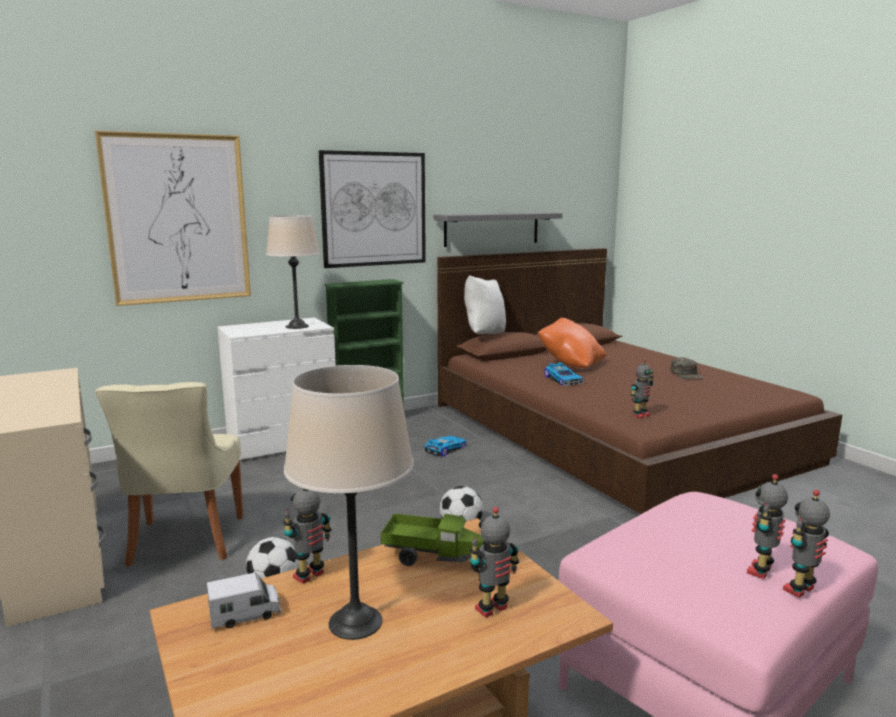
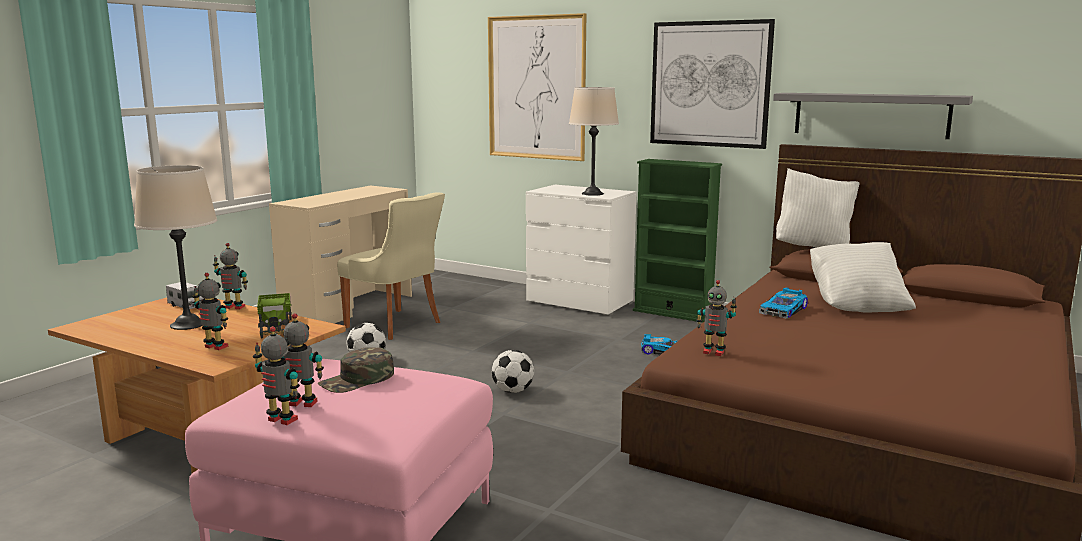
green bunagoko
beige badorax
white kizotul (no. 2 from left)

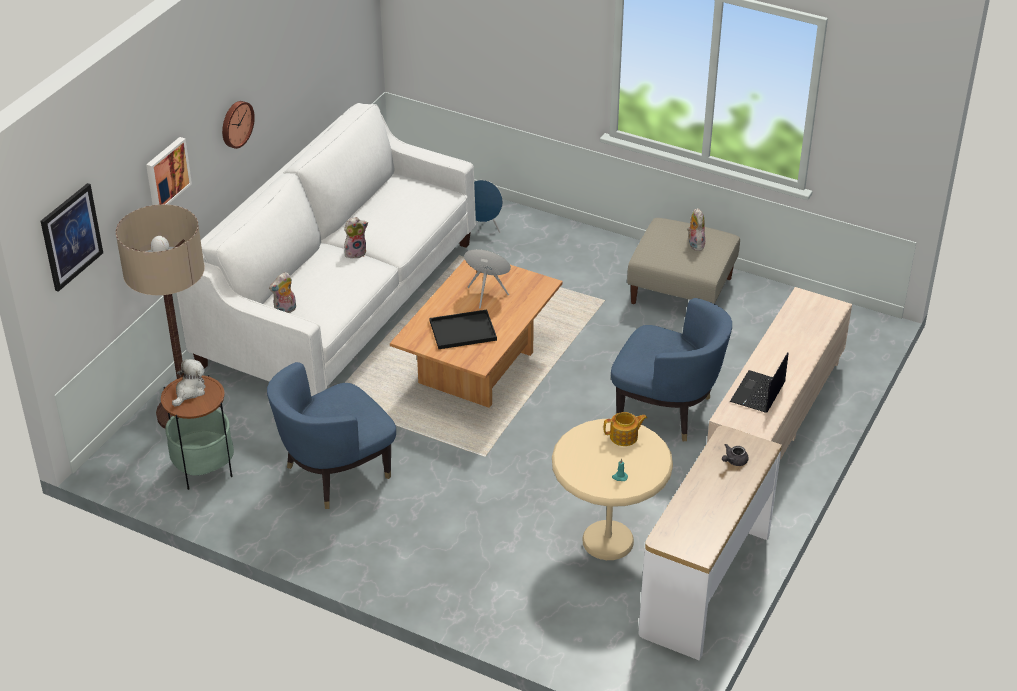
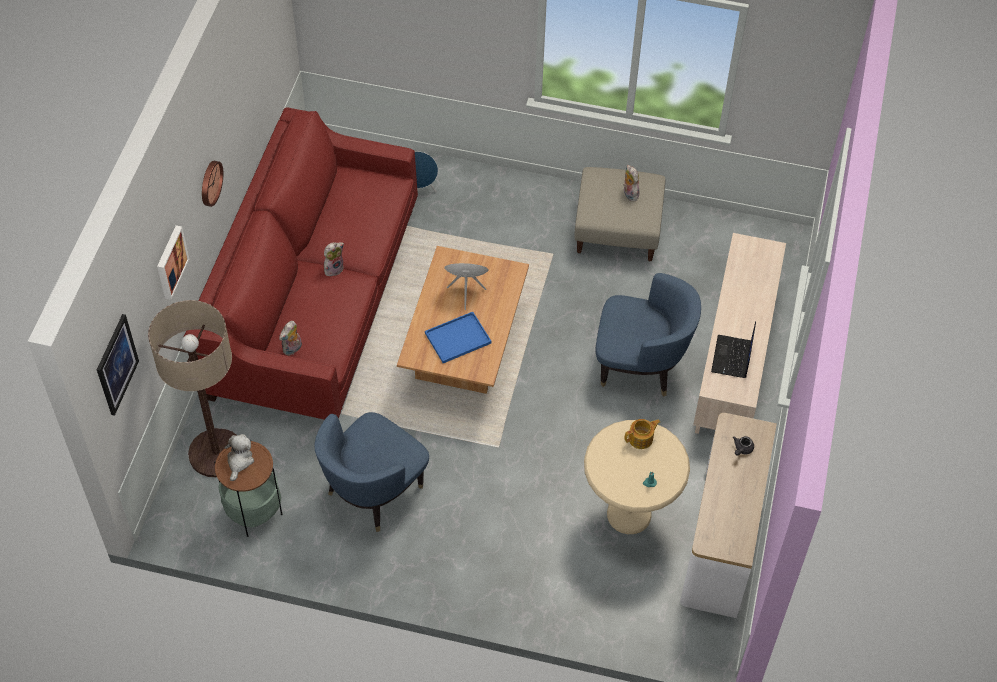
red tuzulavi
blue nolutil

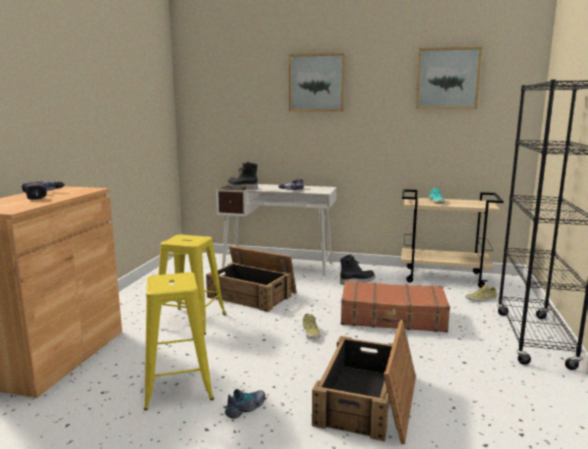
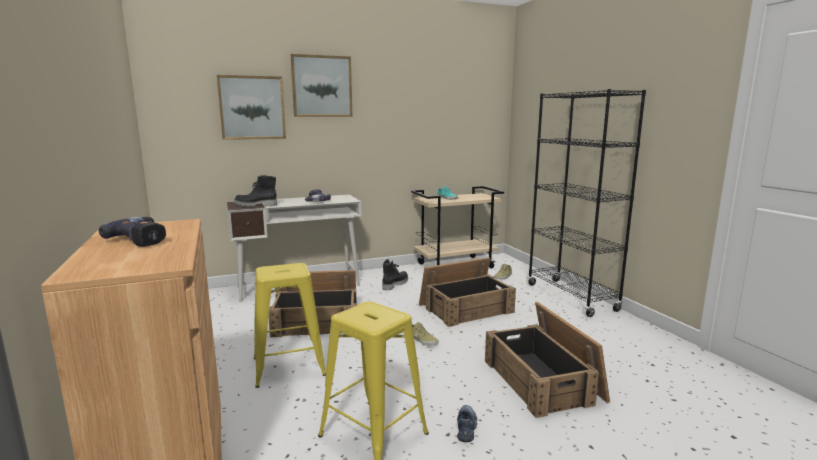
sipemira (no. 1 from left)
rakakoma (no. 2 from left)

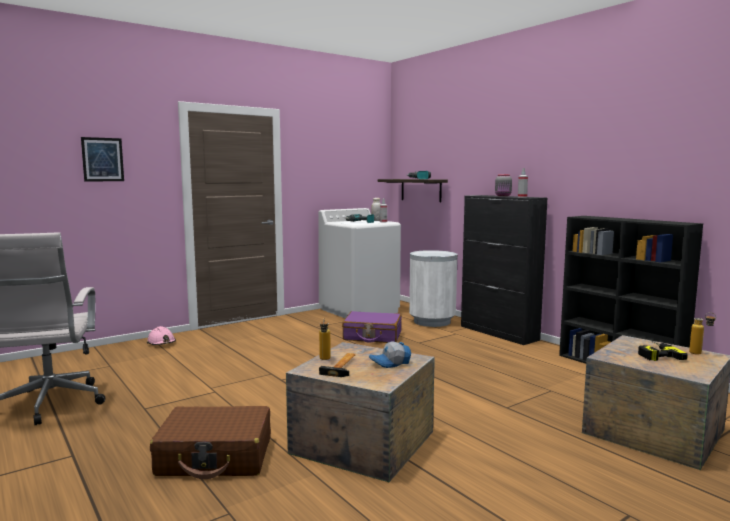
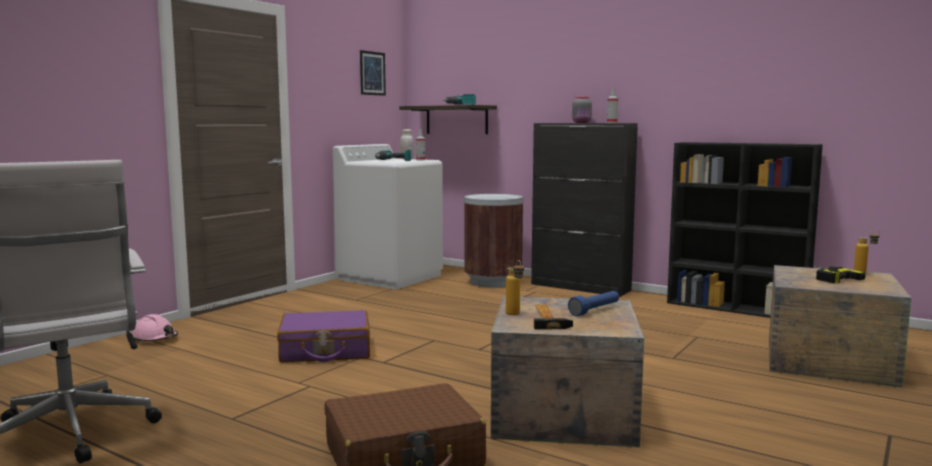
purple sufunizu
sipemira
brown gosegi
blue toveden

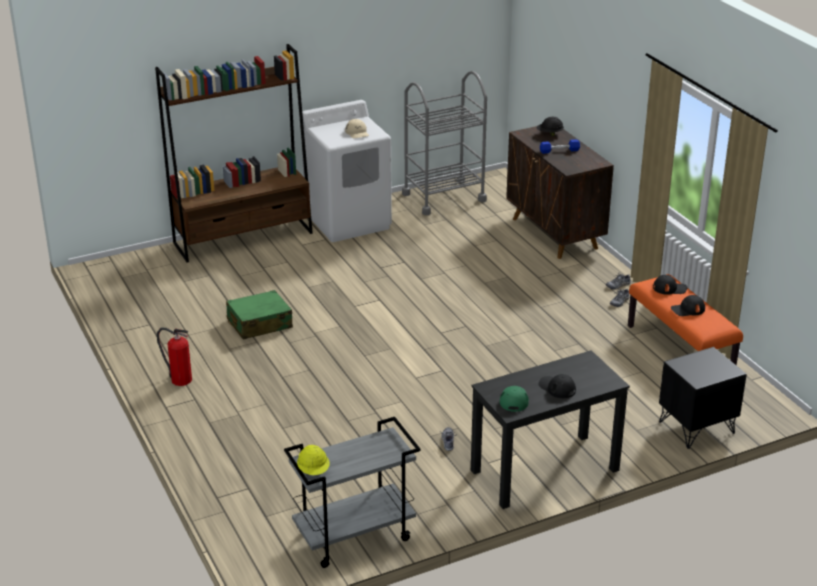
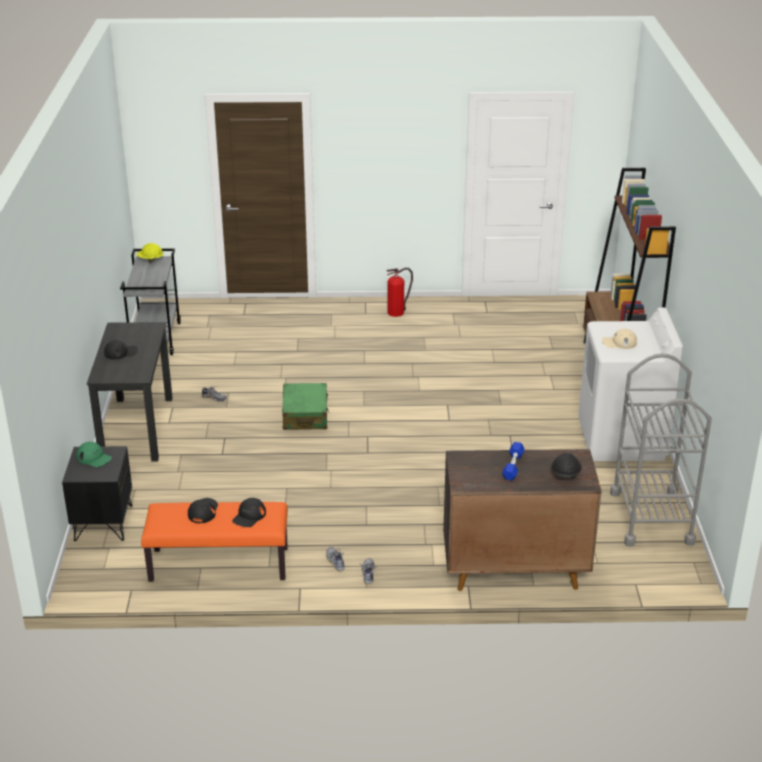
green bunagoko
green sufunizu

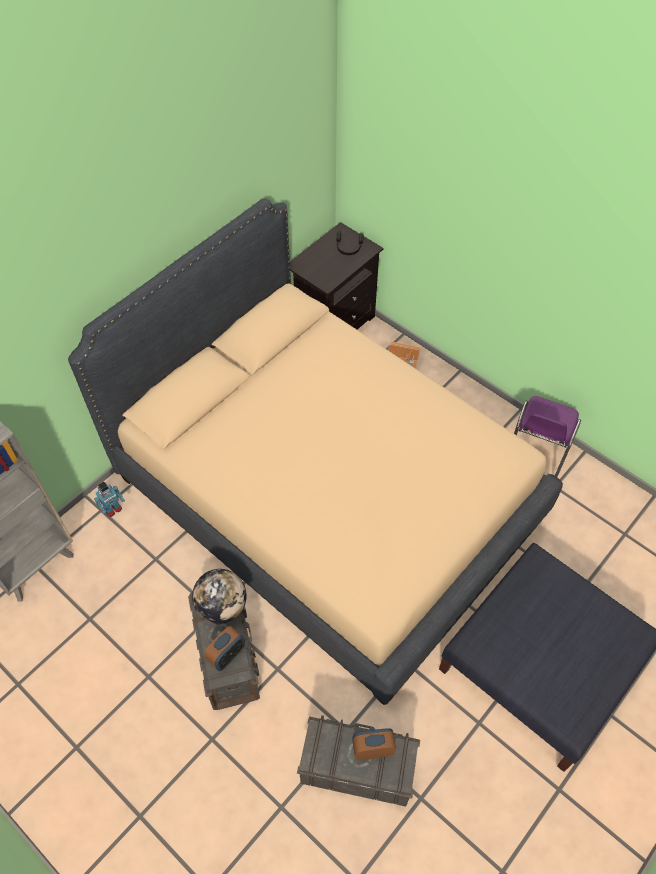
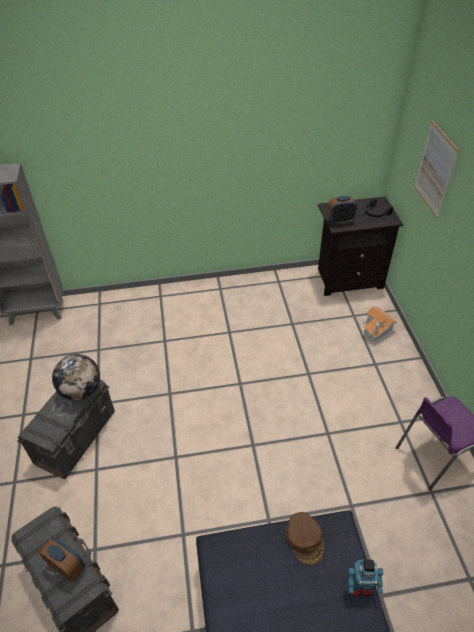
brown bunagoko
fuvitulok (no. 2 from left)
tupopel
sipemira
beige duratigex

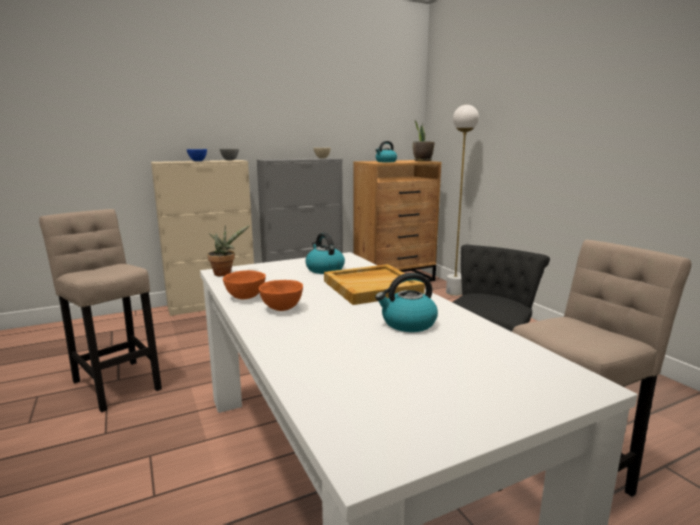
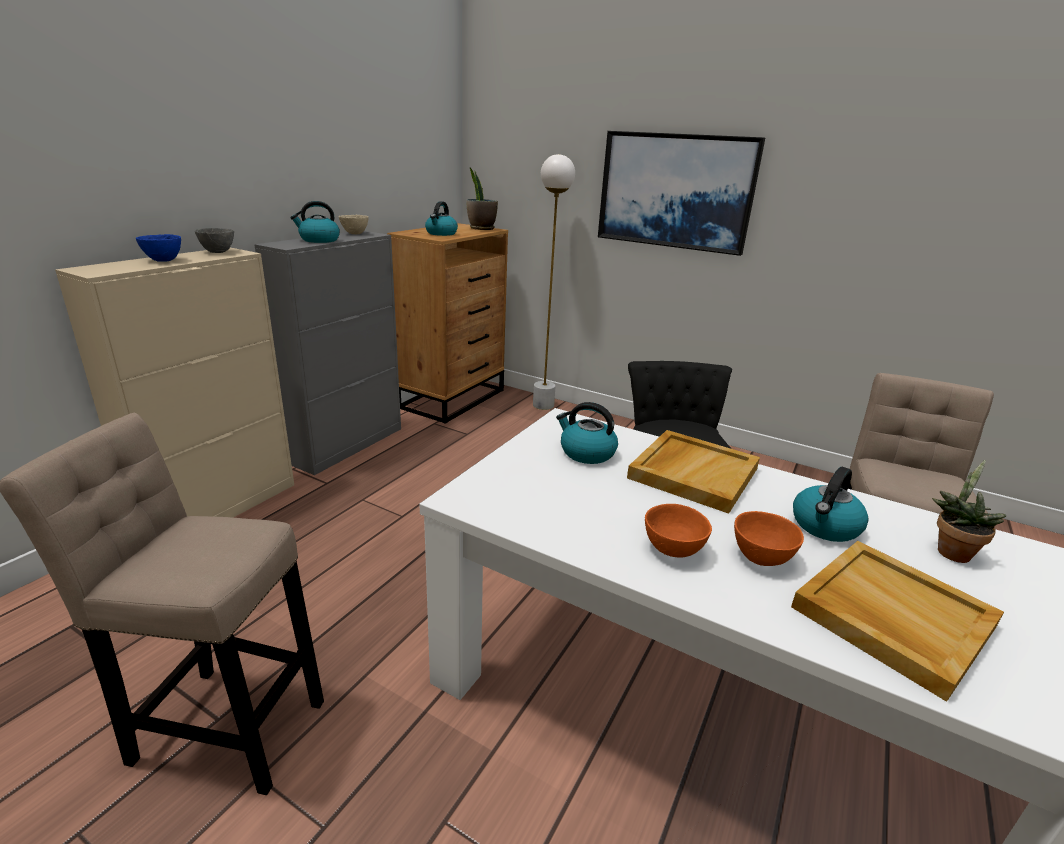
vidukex (no. 1 from left)
sipemira
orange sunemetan (no. 2 from left)
beige nolutil (no. 2 from left)
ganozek (no. 2 from left)

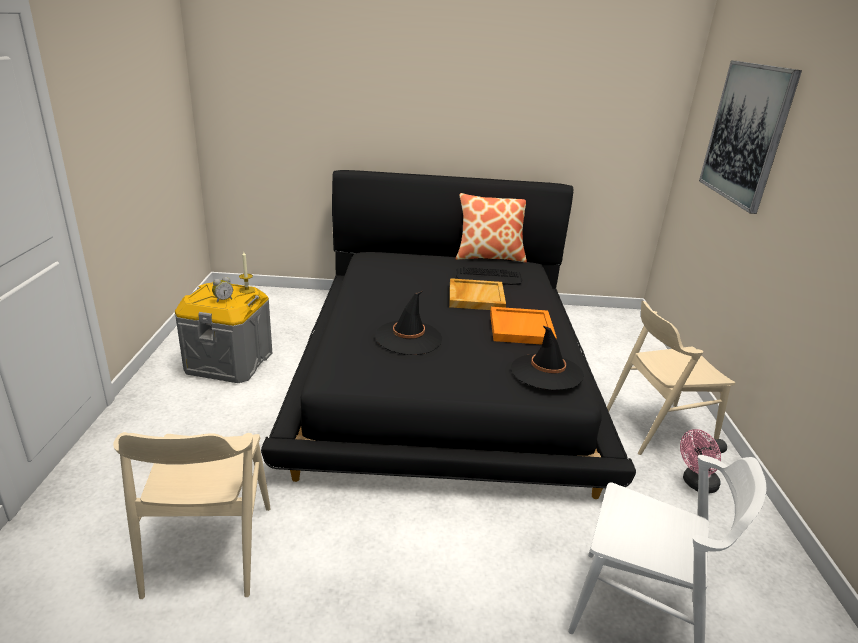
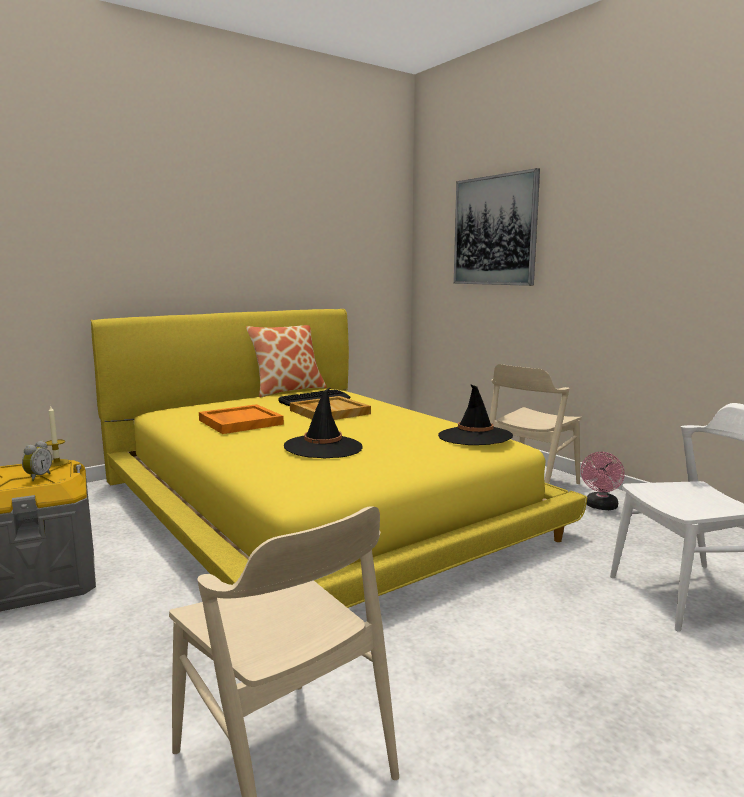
yellow duratigex
orange nolutil

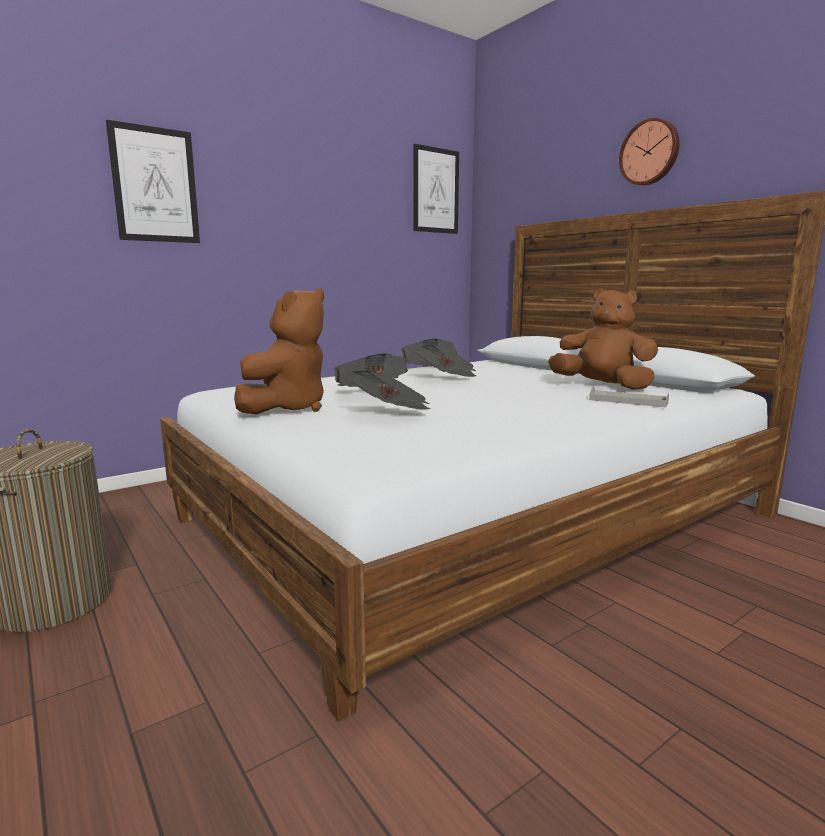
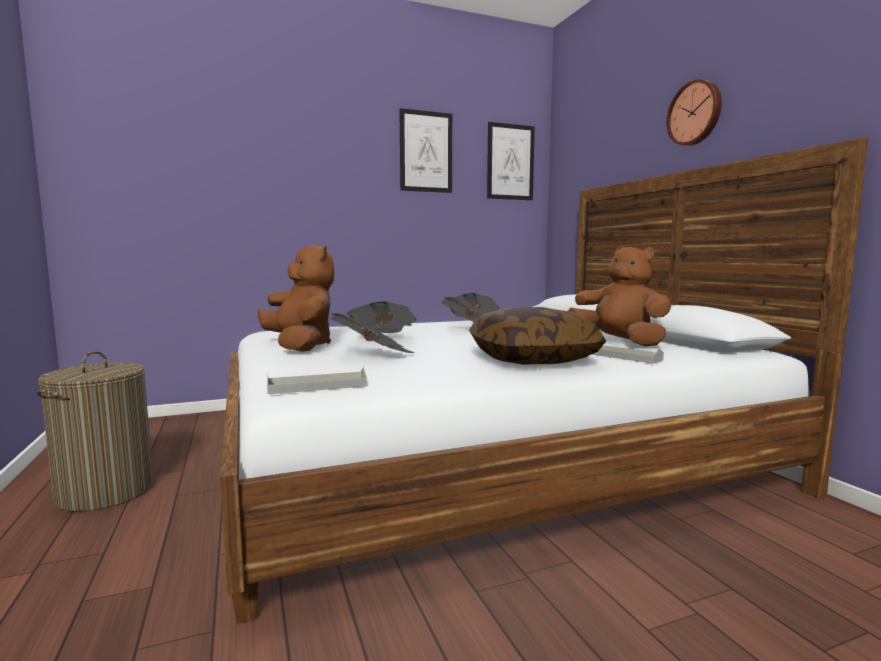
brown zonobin (no. 1 from left)
grey nolutil (no. 1 from left)
sipemira (no. 1 from left)
kizotul

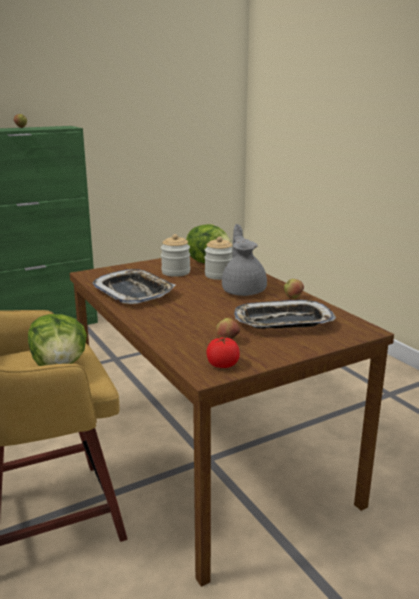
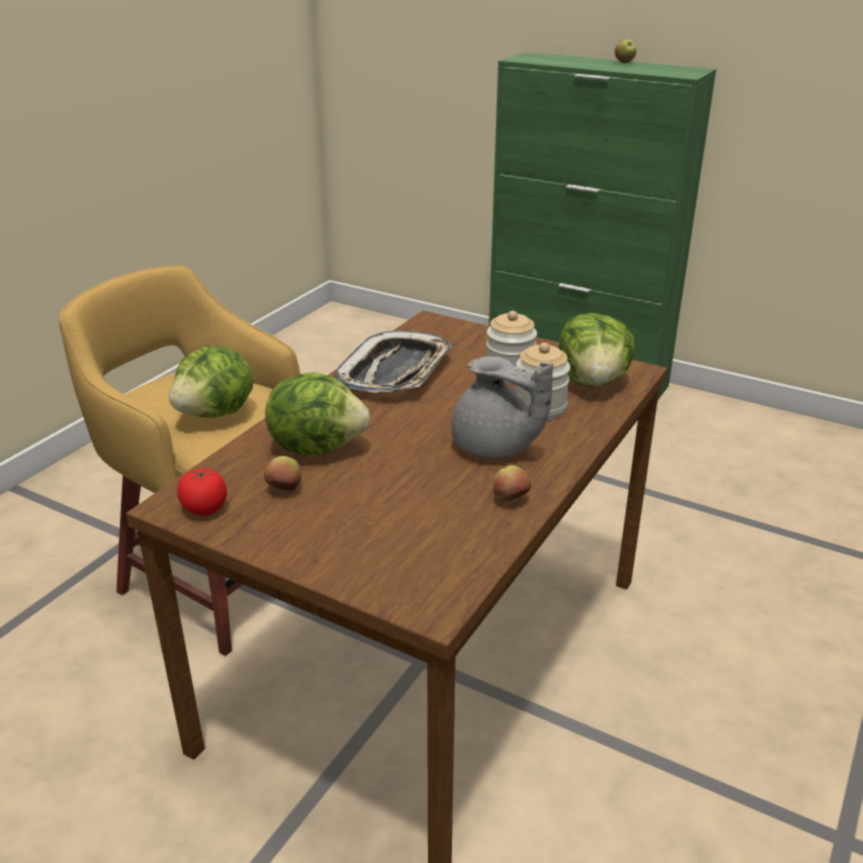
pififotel (no. 2 from left)
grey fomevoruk
nolutil (no. 2 from left in the first image)

